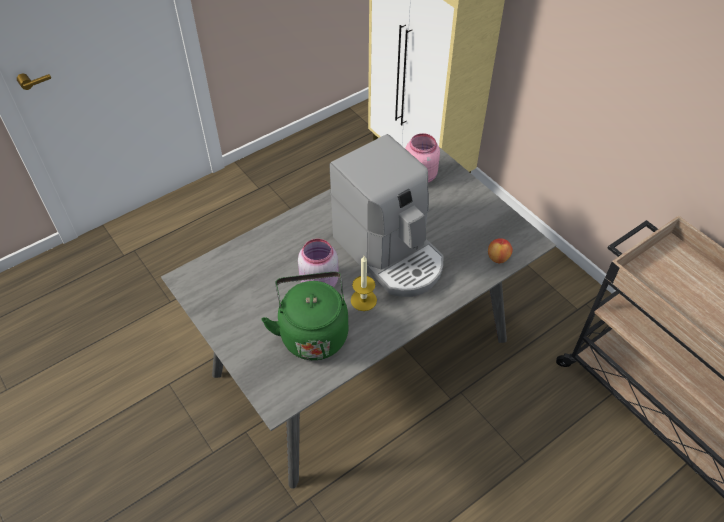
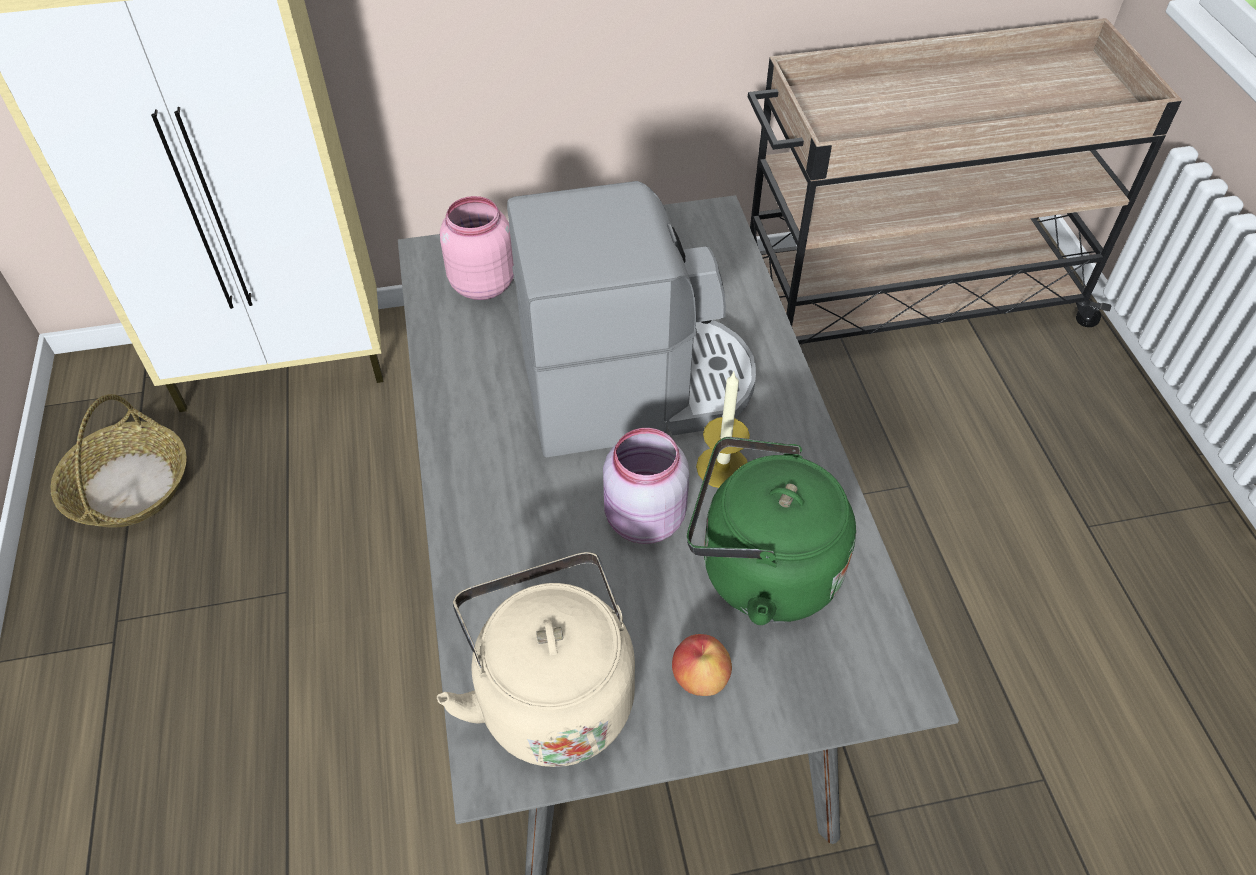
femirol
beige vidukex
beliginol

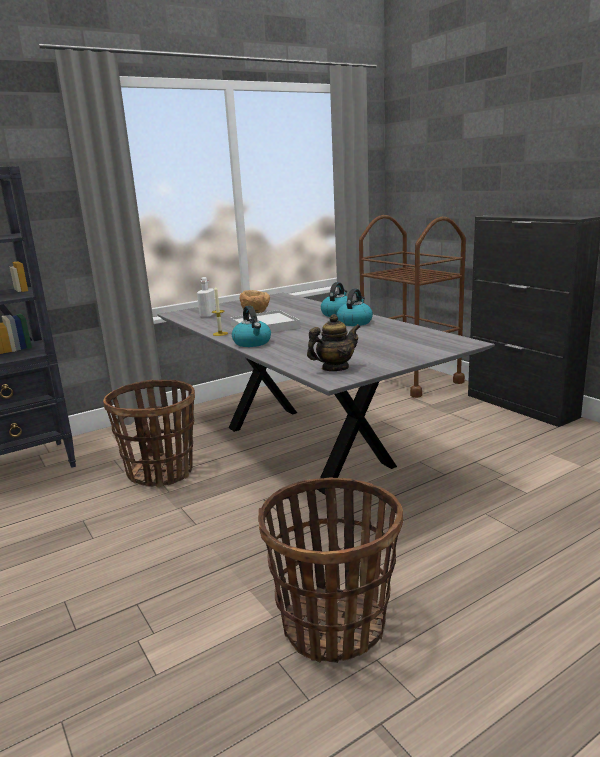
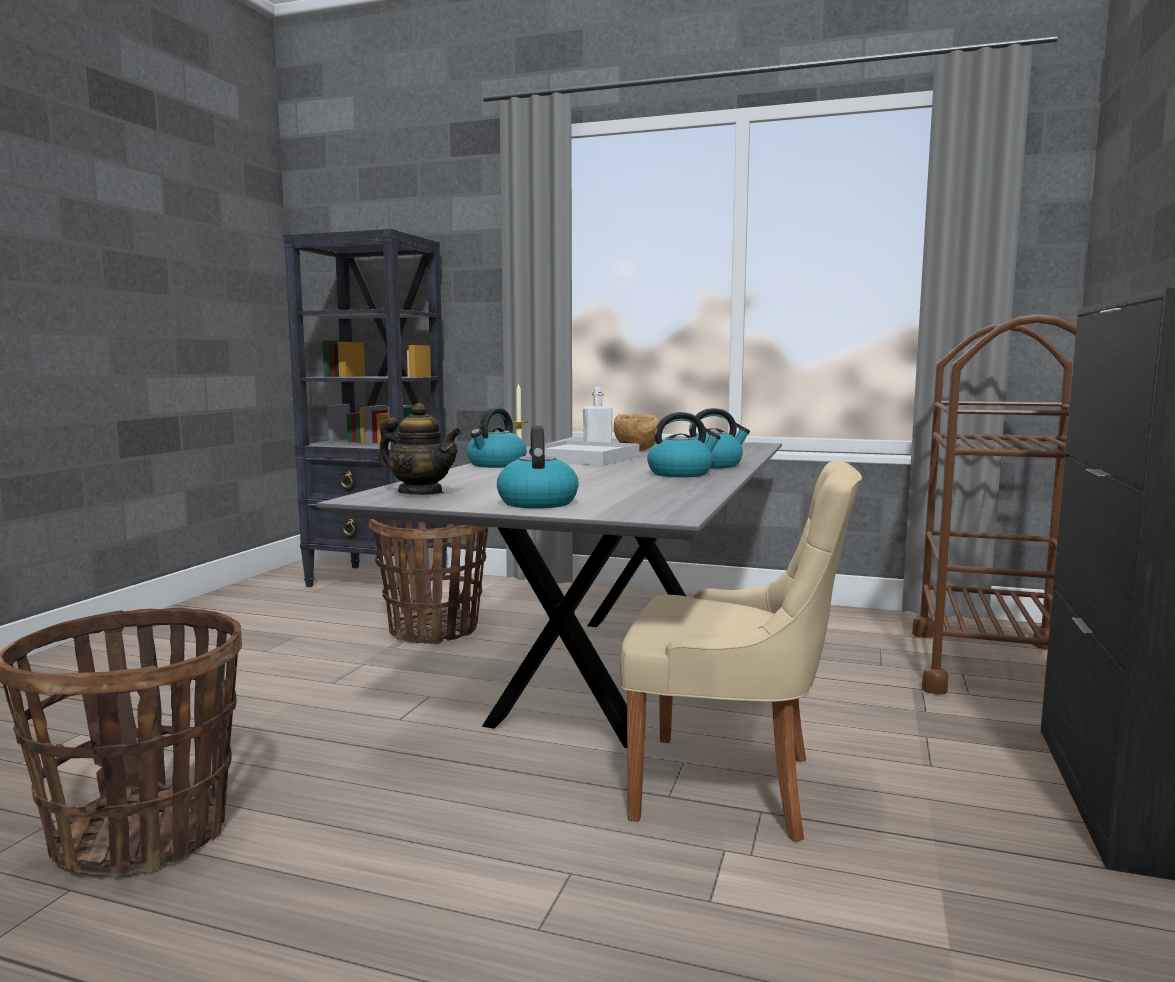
vidukex (no. 2 from left)
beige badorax

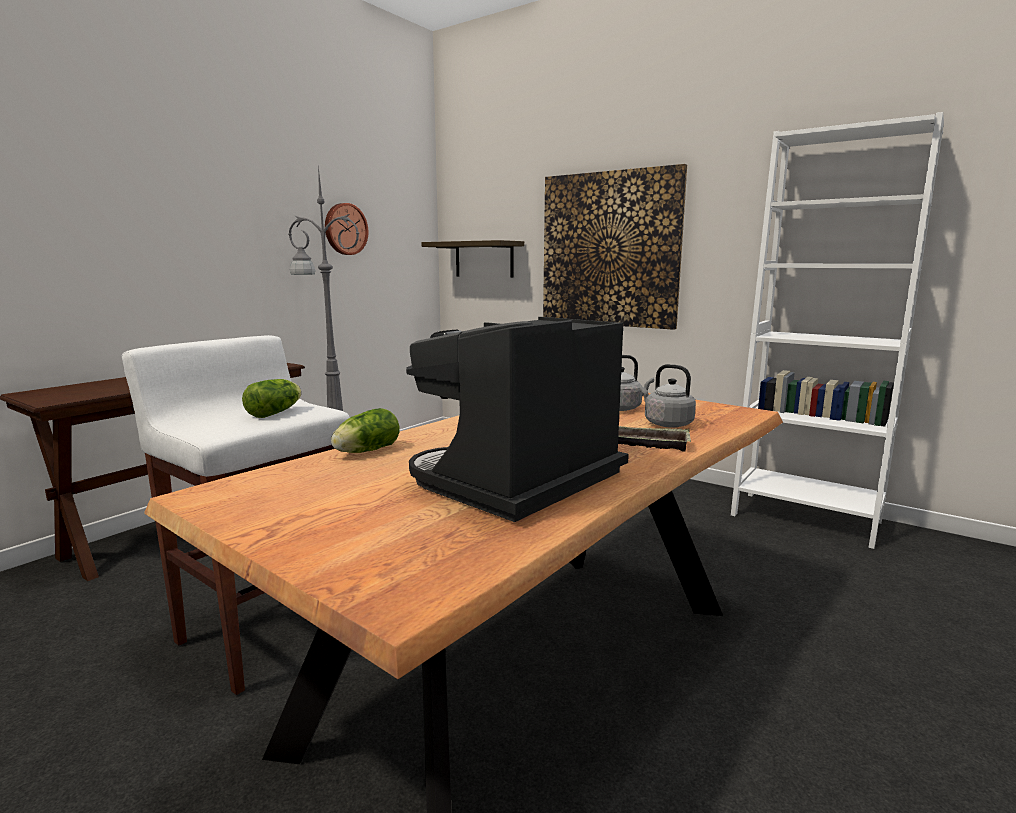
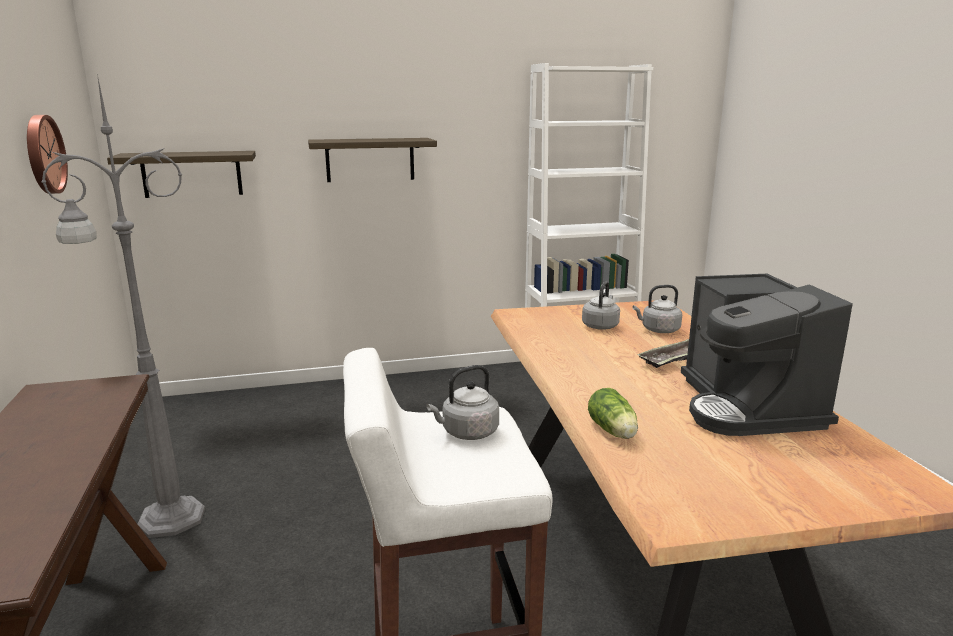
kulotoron (no. 2 from left)
grey vidukex (no. 1 from left)

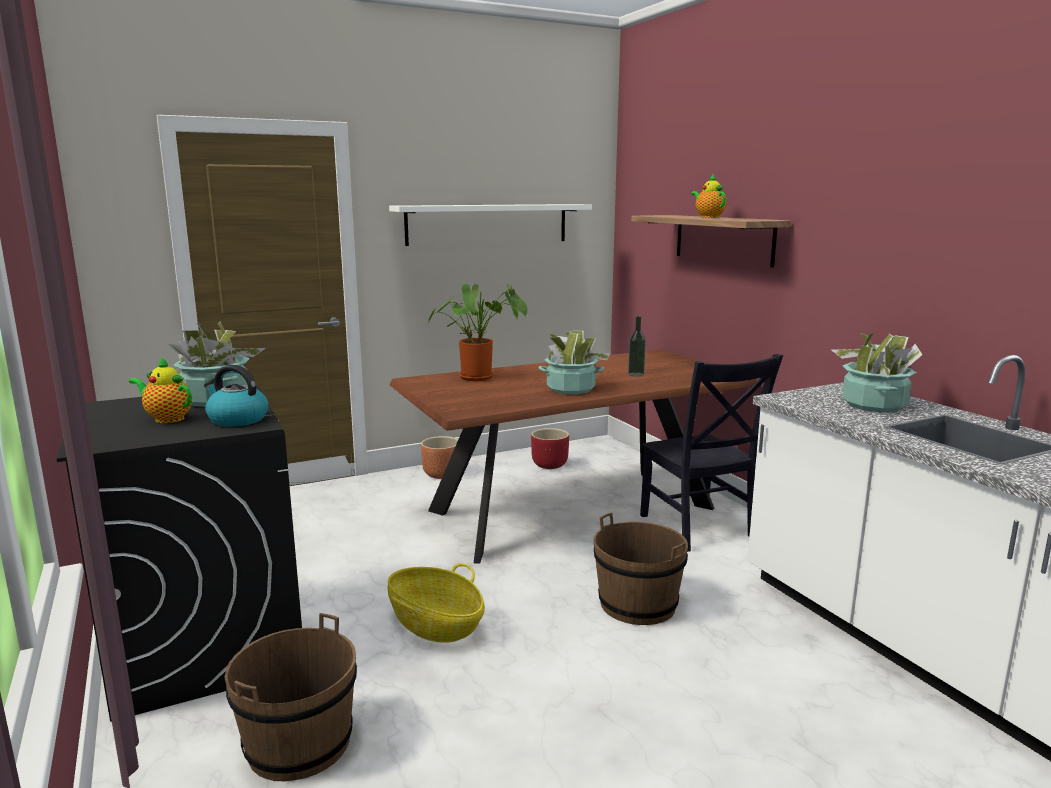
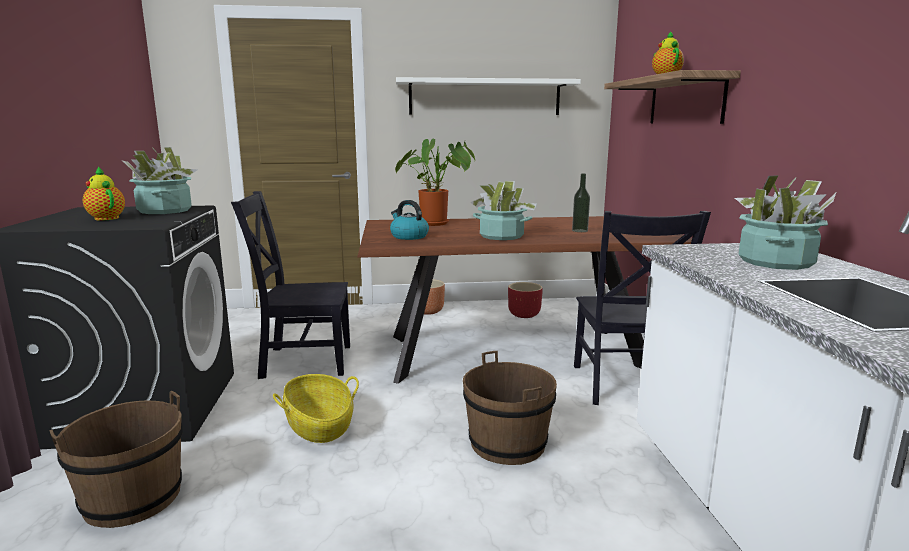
black badorax (no. 1 from left)
vidukex

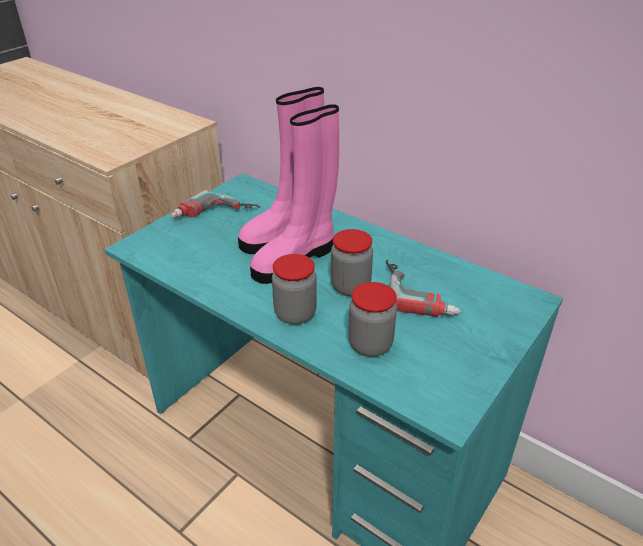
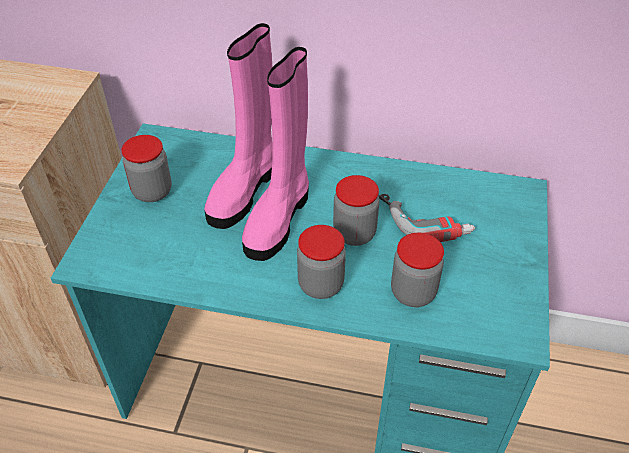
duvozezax (no. 1 from left)

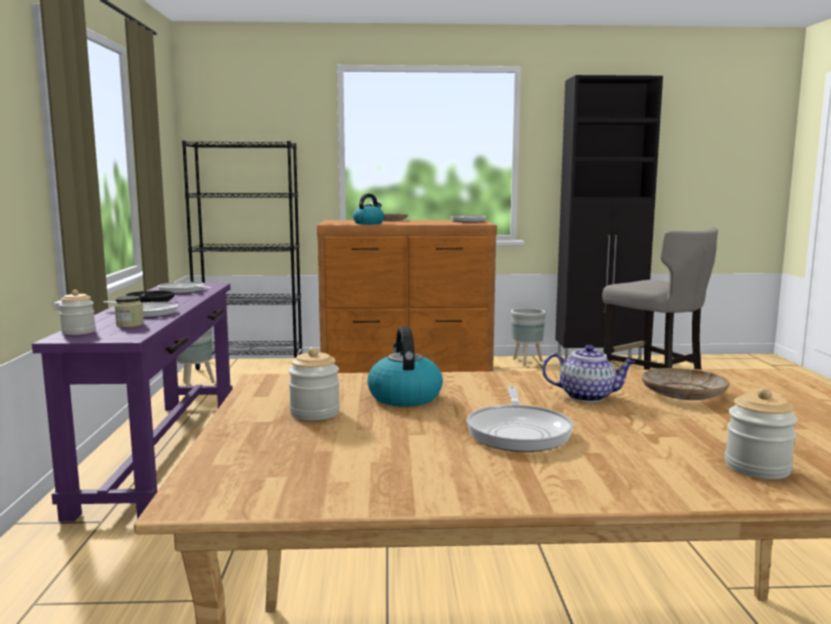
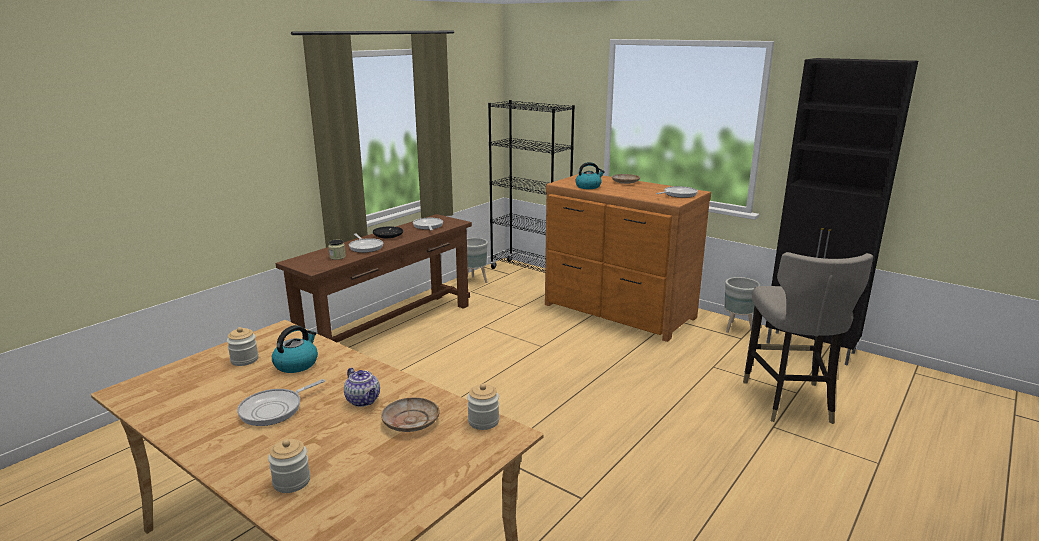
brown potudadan
duvozezax (no. 4 from left)

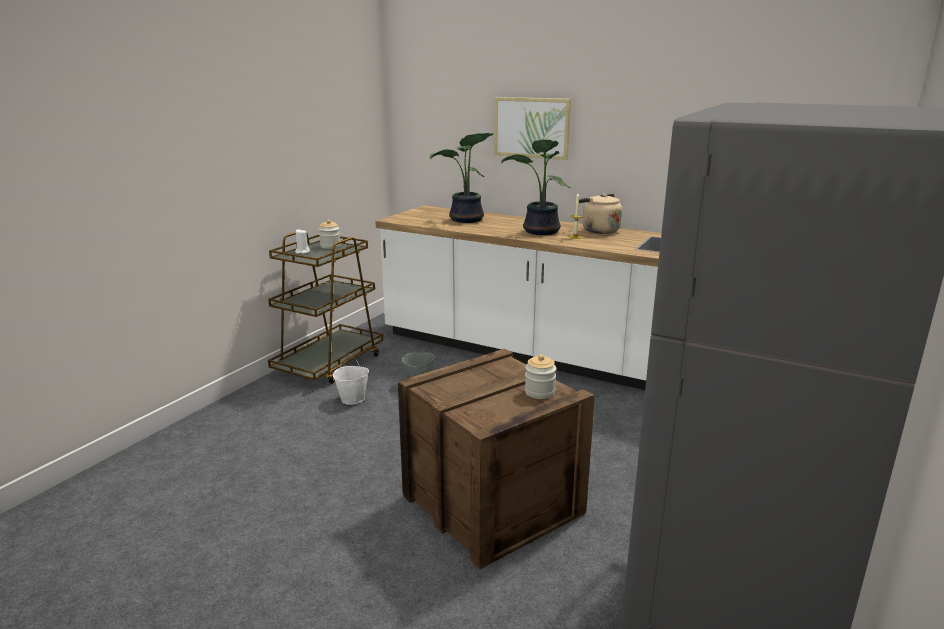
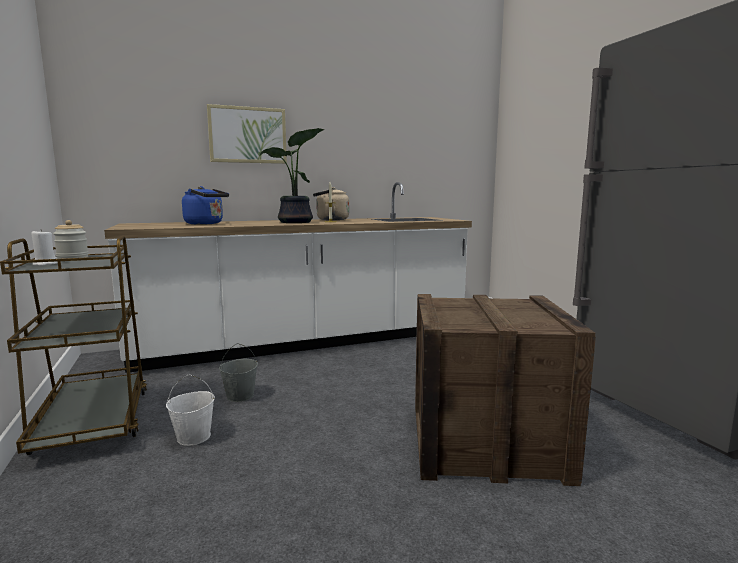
blue vidukex
duvozezax (no. 2 from left in the first image)

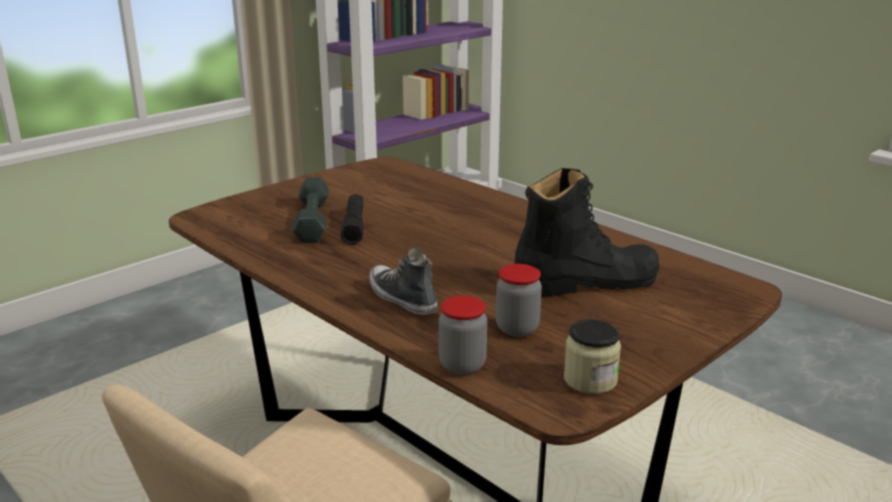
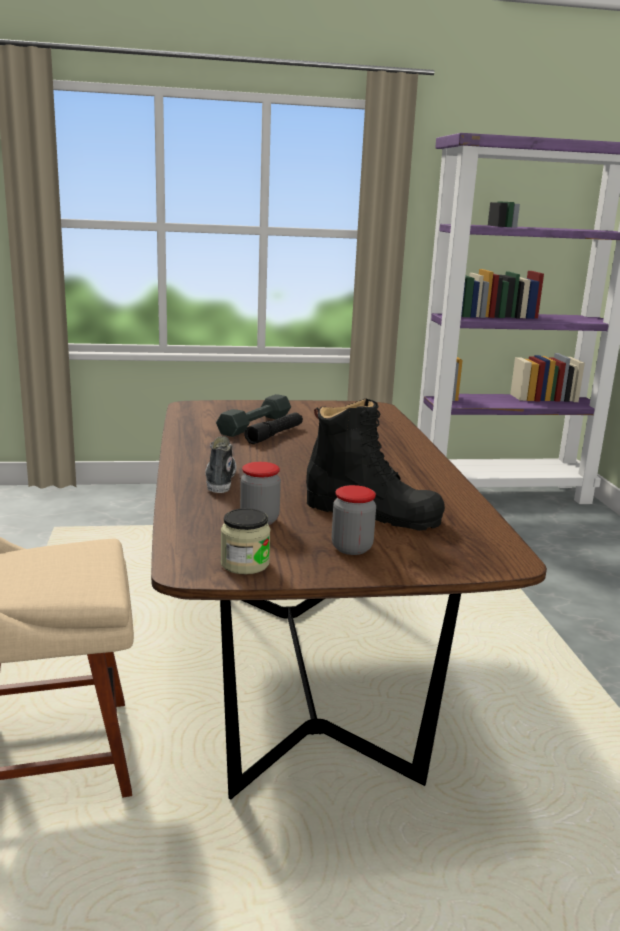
duvozezax (no. 3 from left)

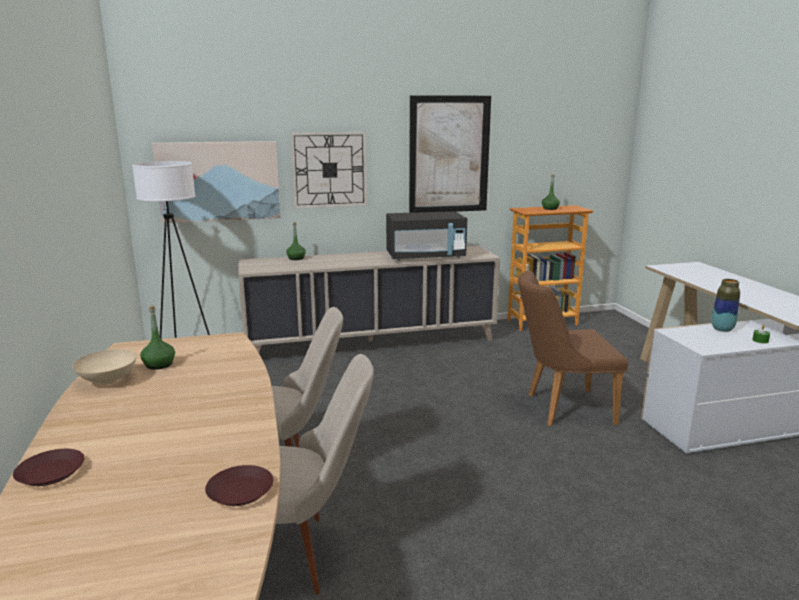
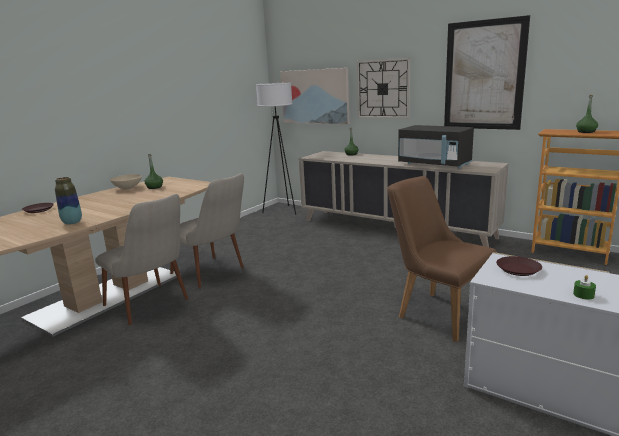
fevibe
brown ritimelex (no. 2 from left)

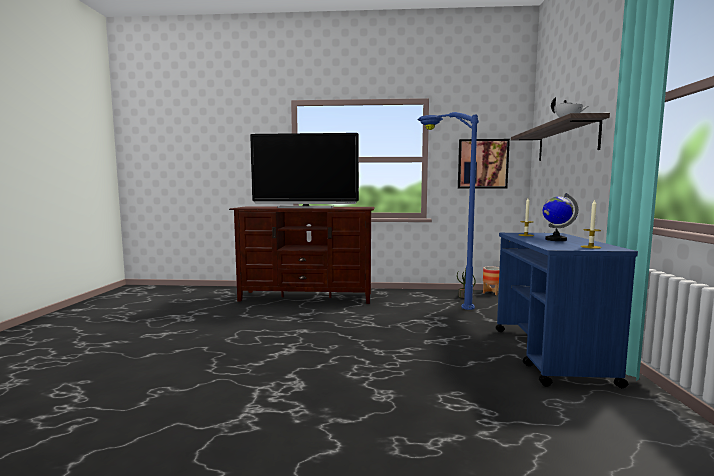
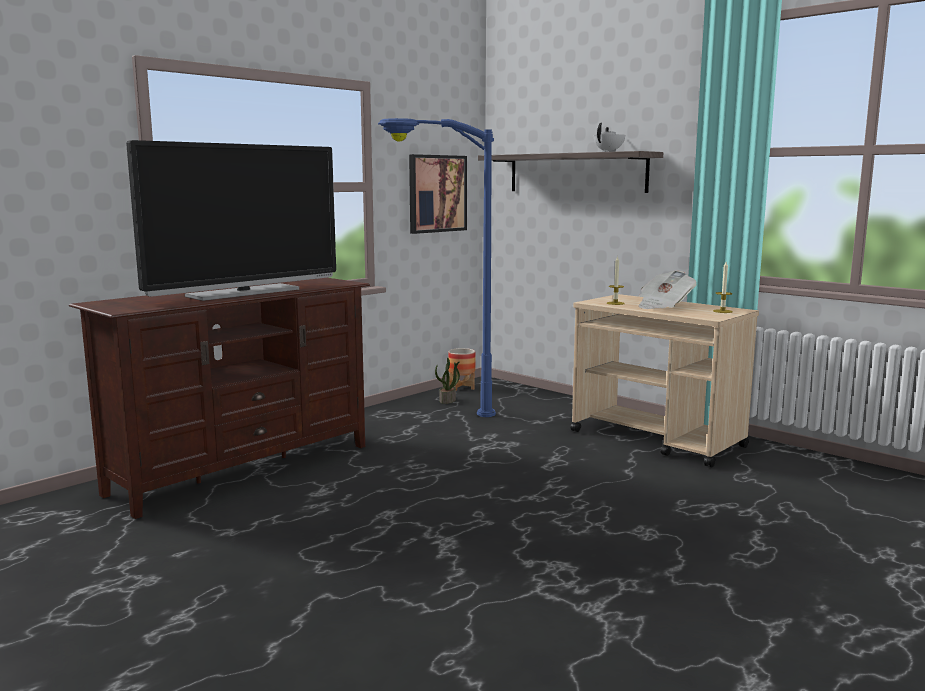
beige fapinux
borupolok

